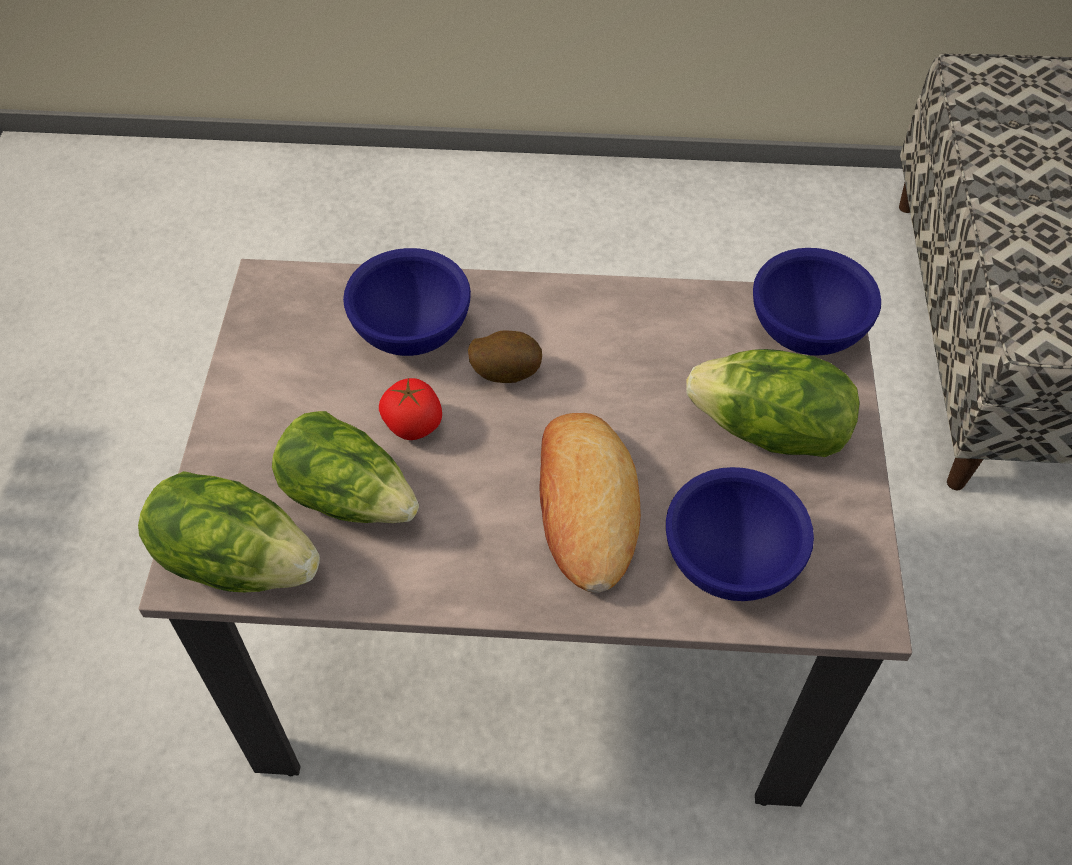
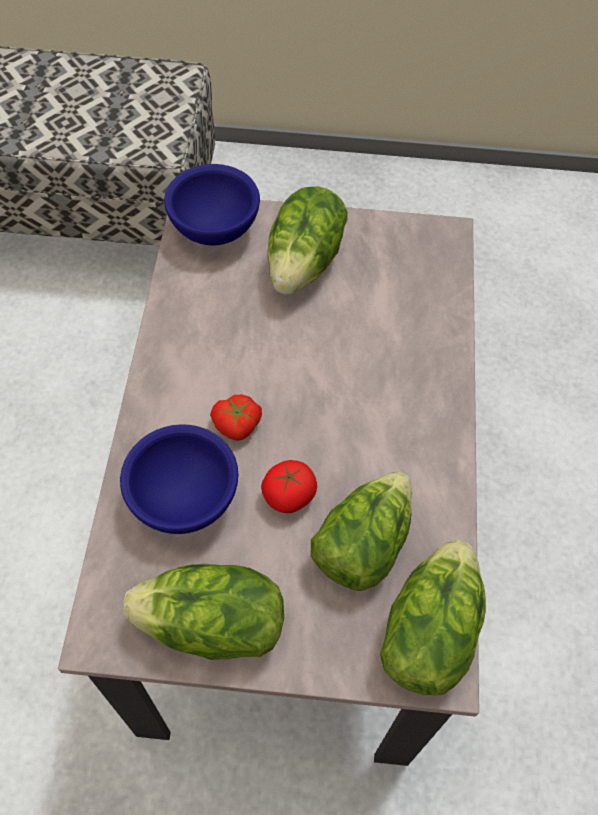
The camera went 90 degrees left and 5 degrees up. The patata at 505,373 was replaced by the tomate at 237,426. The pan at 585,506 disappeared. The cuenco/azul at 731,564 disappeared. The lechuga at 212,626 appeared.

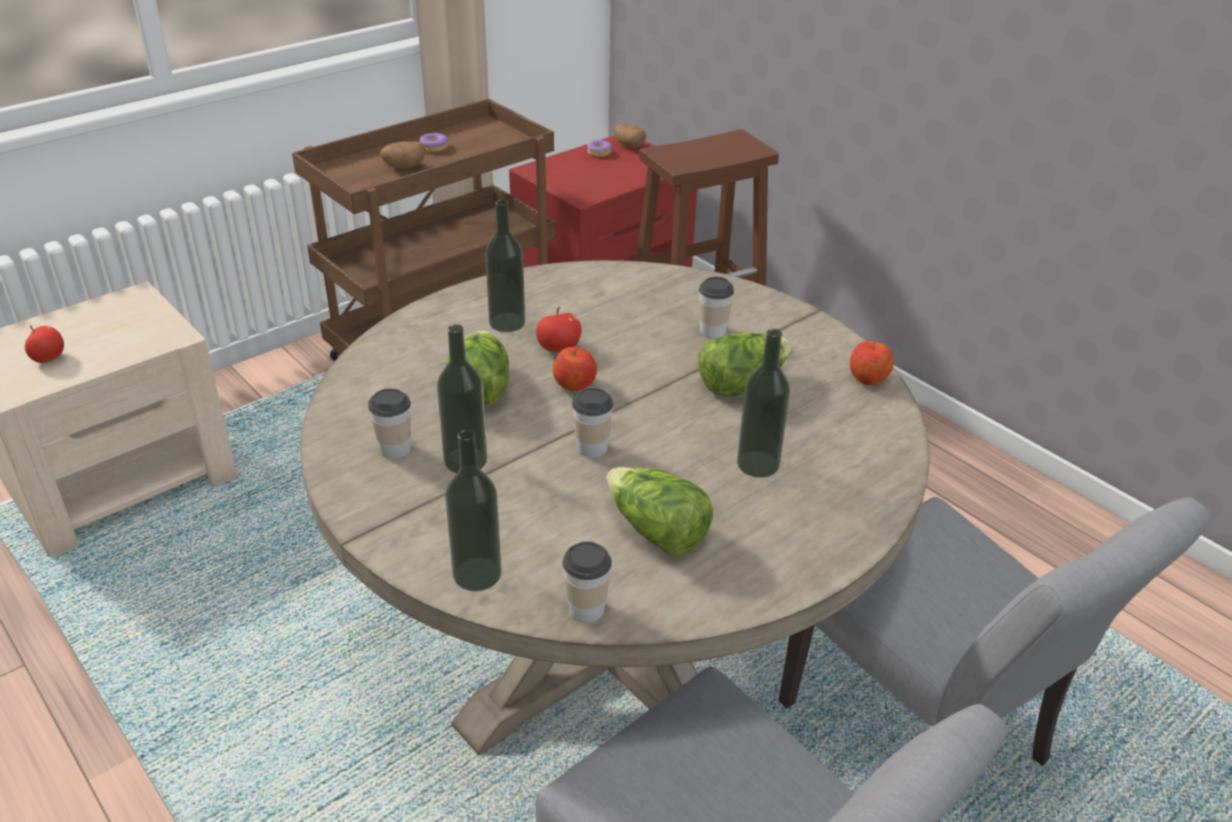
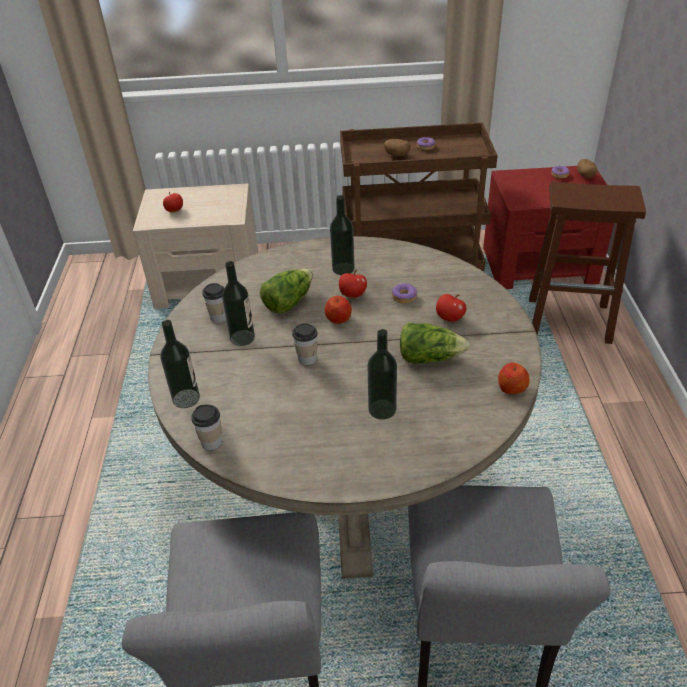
The camera went 40 degrees right and 5 degrees up. The lechuga at 656,531 disappeared. The taza at 712,331 was replaced by the manzana at 449,318. The rosquilla at 404,297 appeared.

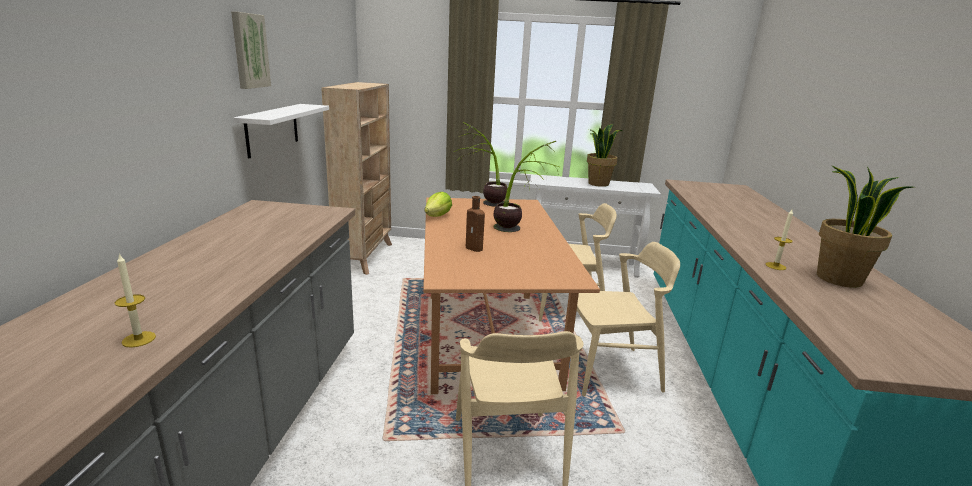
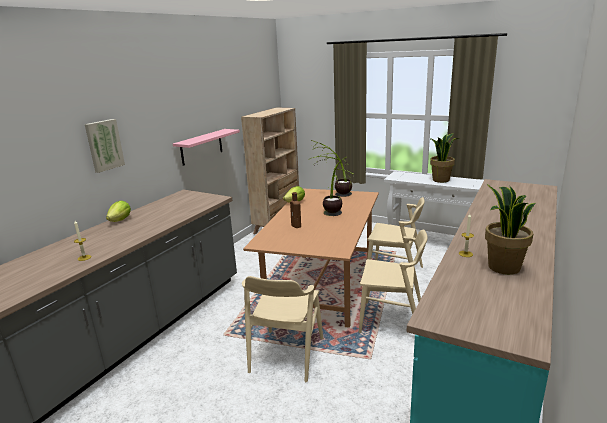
The camera went 25 degrees right and 0 degrees up. The cuadro moved from 249,51 to 104,145. The estante/blanco at 272,129 became the estante/rosa at 201,147. The lechuga at 120,220 appeared.

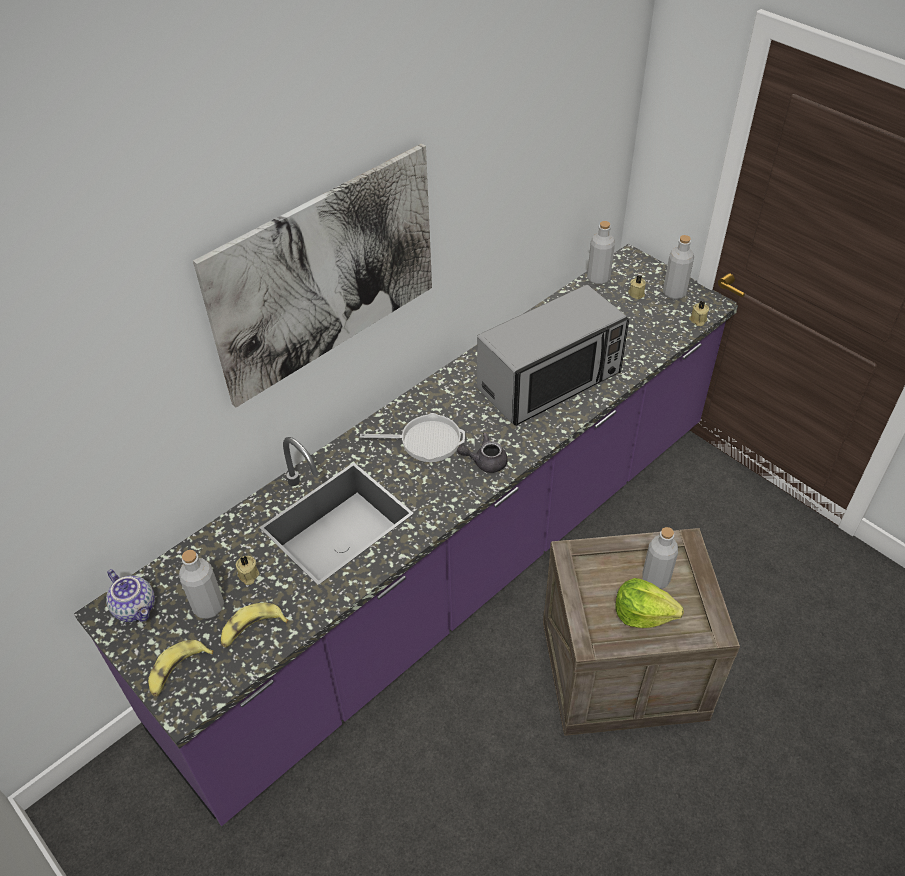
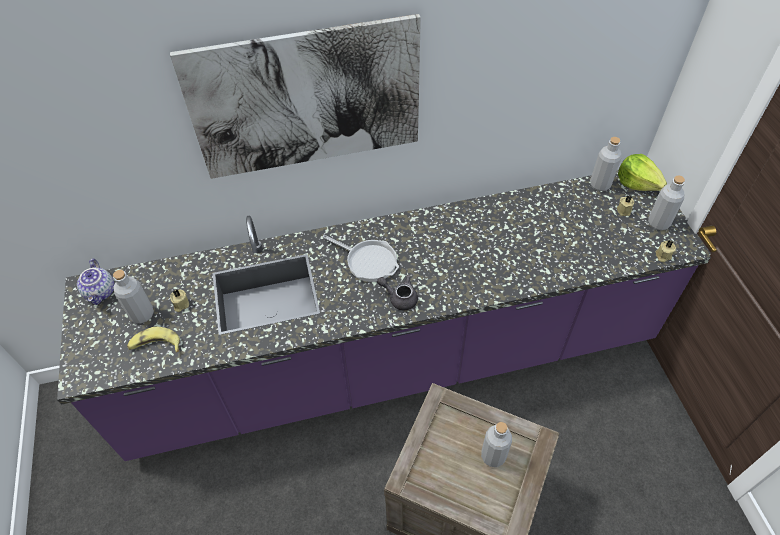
The camera went 30 degrees right and 5 degrees up. The plátano at 178,671 disappeared. The microondas at 550,381 disappeared. The lechuga moved from 643,613 to 637,183.

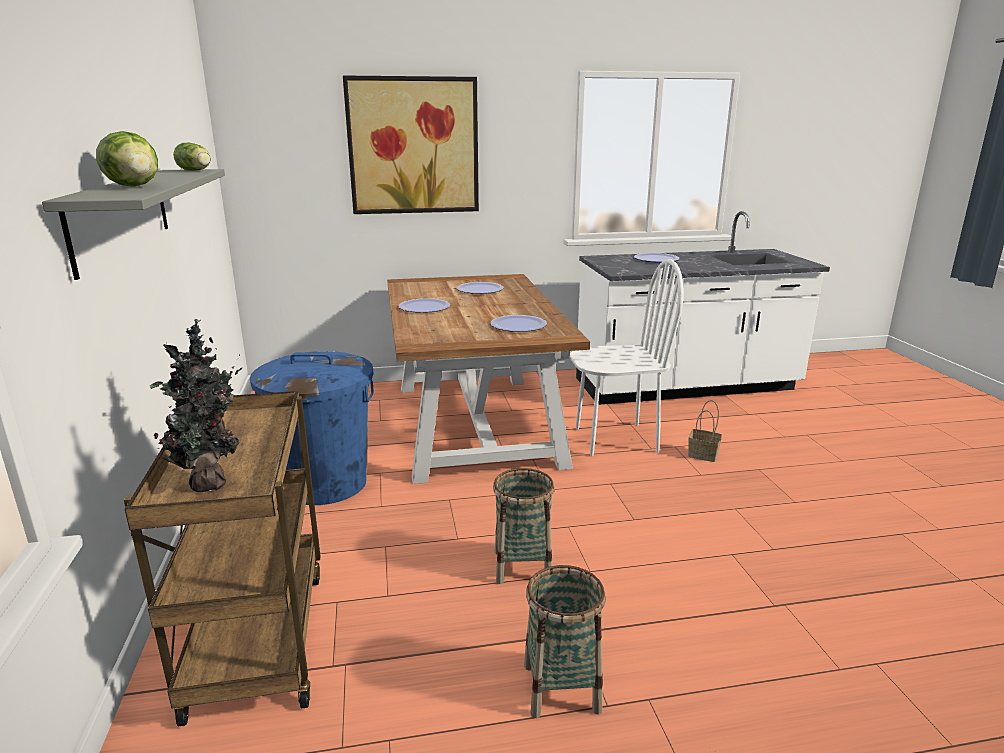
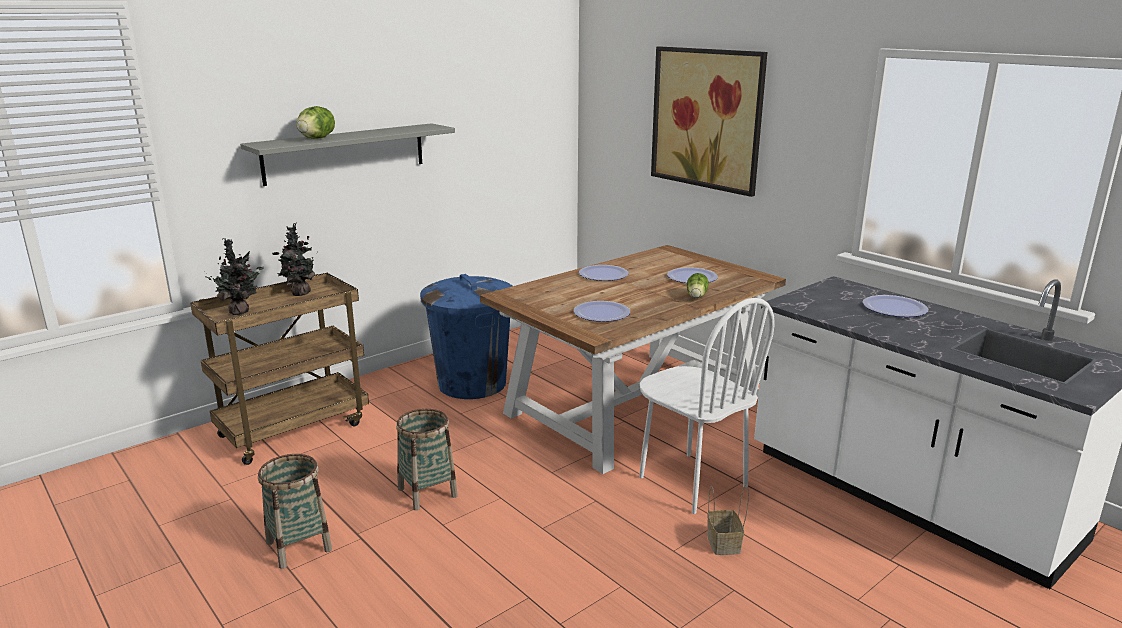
The camera went 60 degrees right and 0 degrees up. The lechuga moved from 196,171 to 696,296.

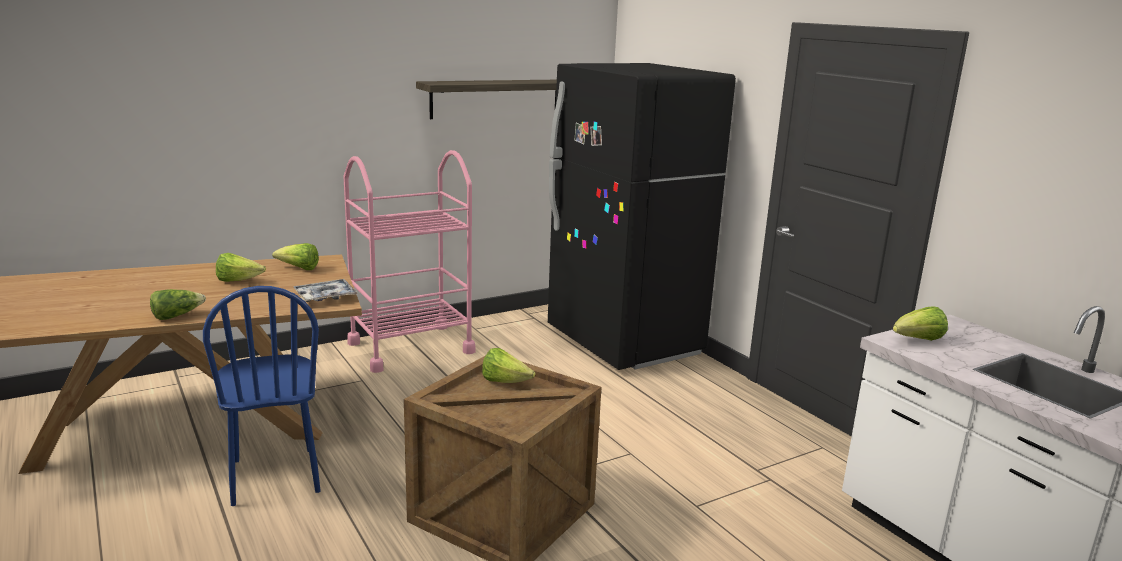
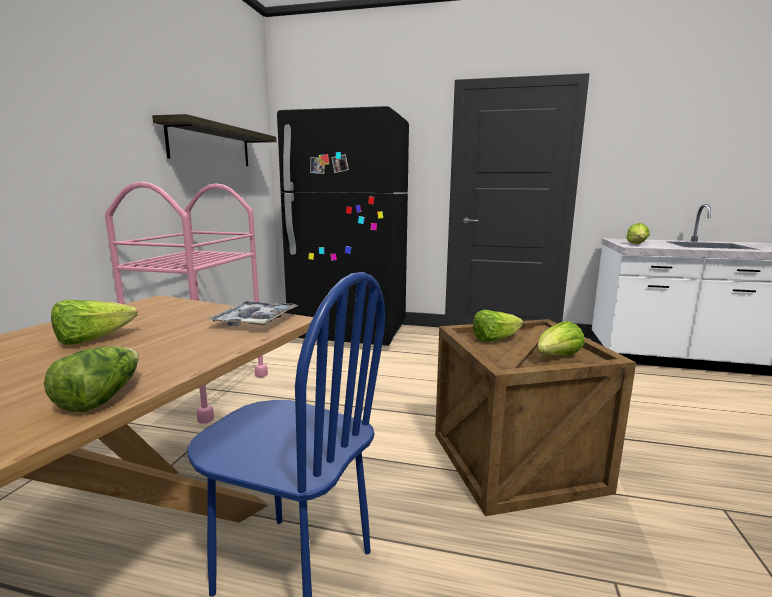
The camera went 45 degrees left and 5 degrees down. The lechuga moved from 299,269 to 557,357.

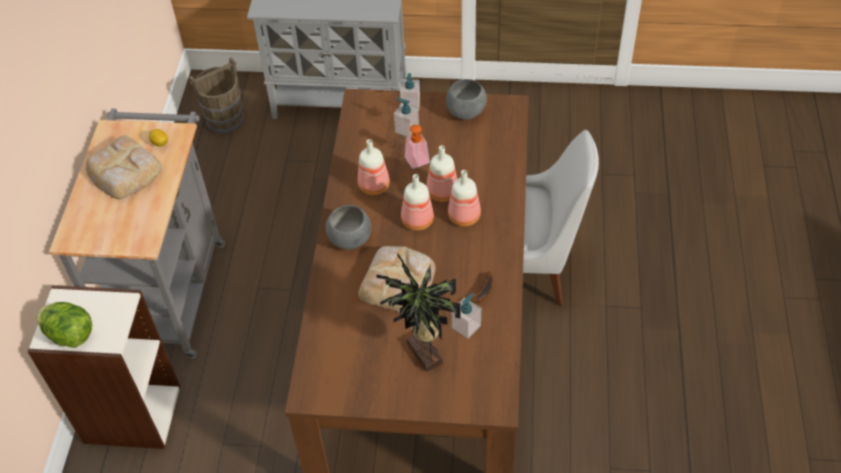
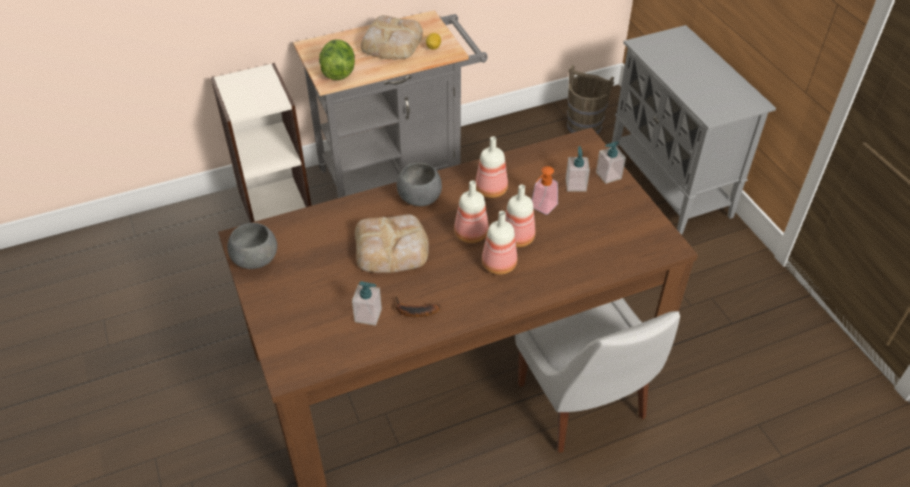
The camera went 60 degrees right and 5 degrees down. The lechuga moved from 70,335 to 338,73. The planta en maceta at 423,355 disappeared. The cuenco/gris moved from 466,112 to 255,261.

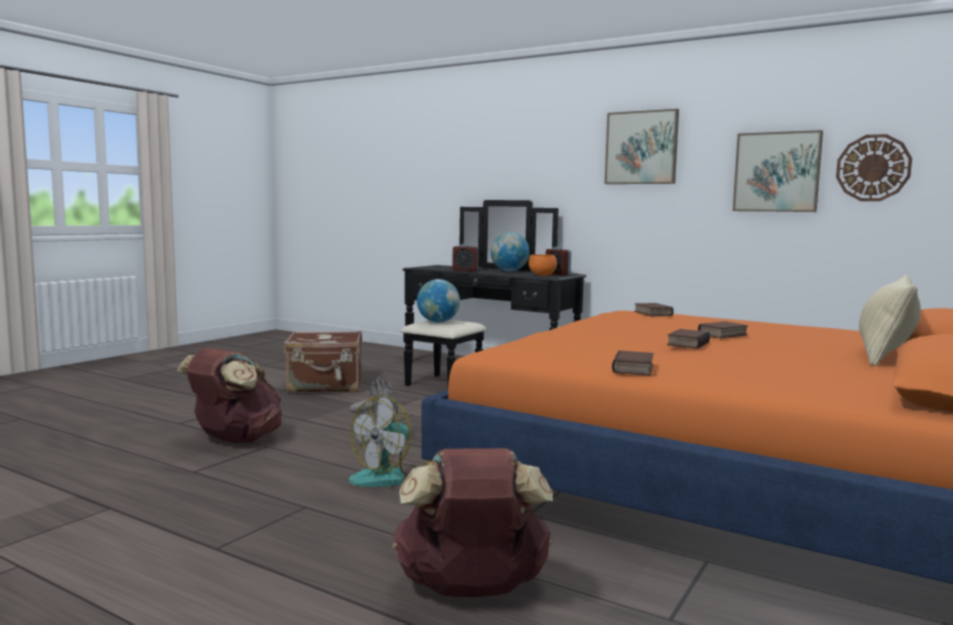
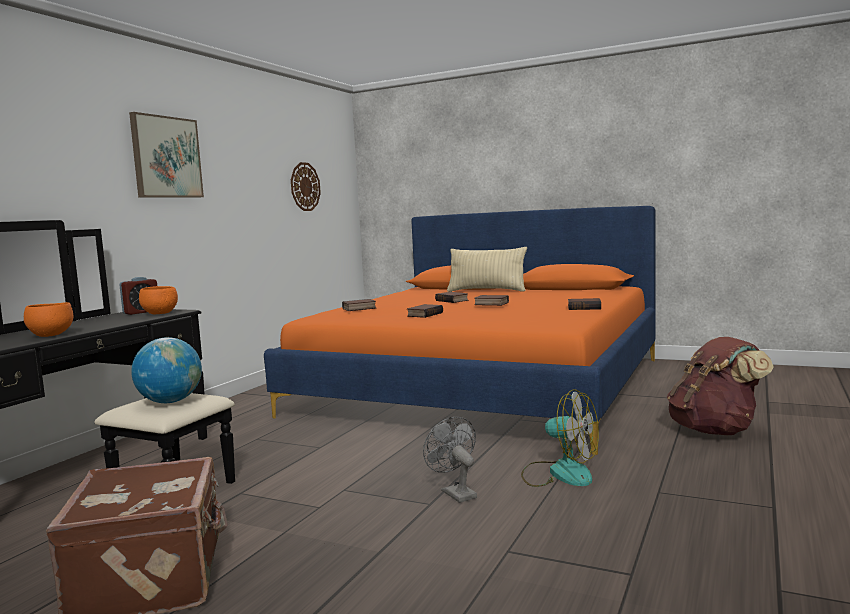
The camera went 95 degrees left and 0 degrees up. The mochila/marrón at 235,440 disappeared. The despertador at 465,270 was replaced by the cuenco/naranja at 51,335. The globo terráqueo at 509,271 disappeared. The cuadro at 776,172 disappeared. The libro at 424,314 appeared.

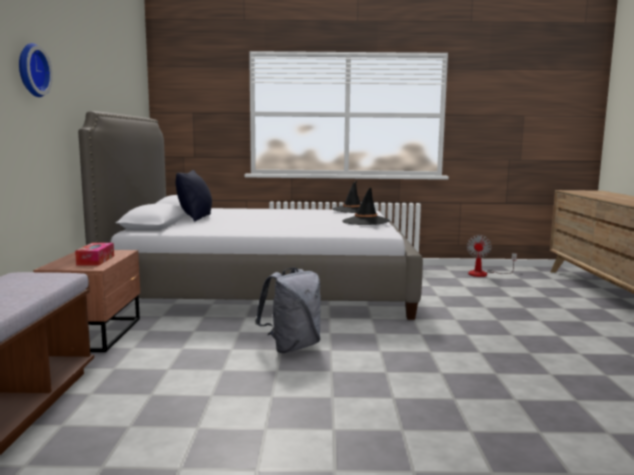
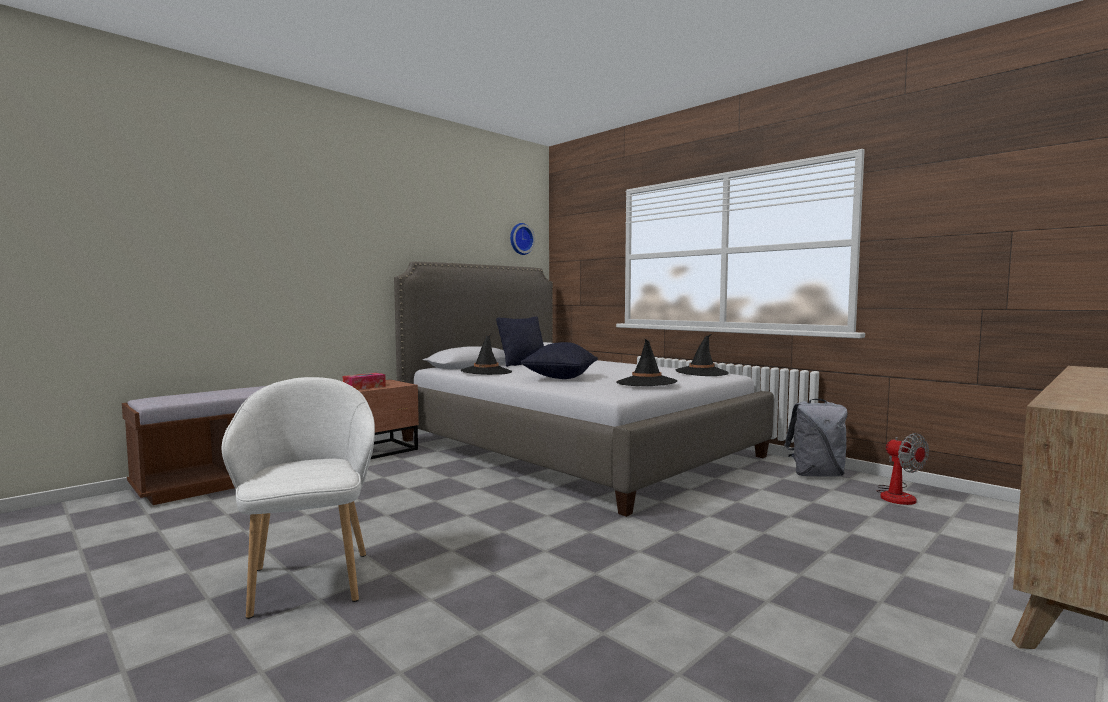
The camera went 45 degrees right and 5 degrees down. The reloj de pared moved from 31,70 to 520,239. The mochila/gris moved from 292,347 to 816,474. The ventilador at 484,274 turned 90 degrees counterclockwise. The sillón/blanco at 309,580 appeared. The sombrero/negro at 486,372 appeared. The cojín/negro at 560,378 appeared.

